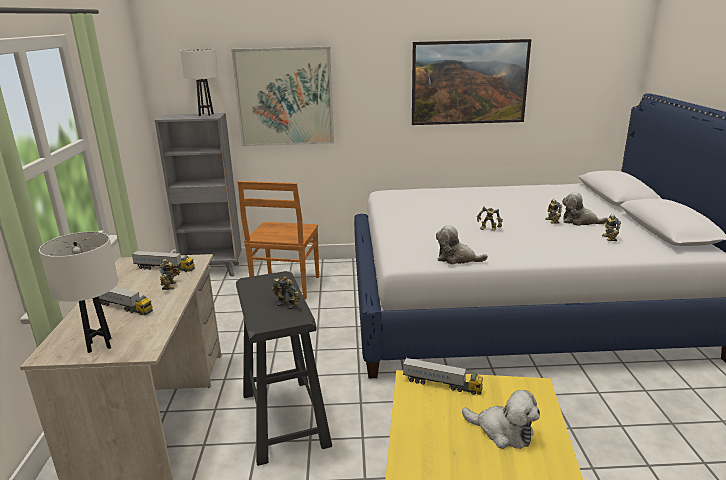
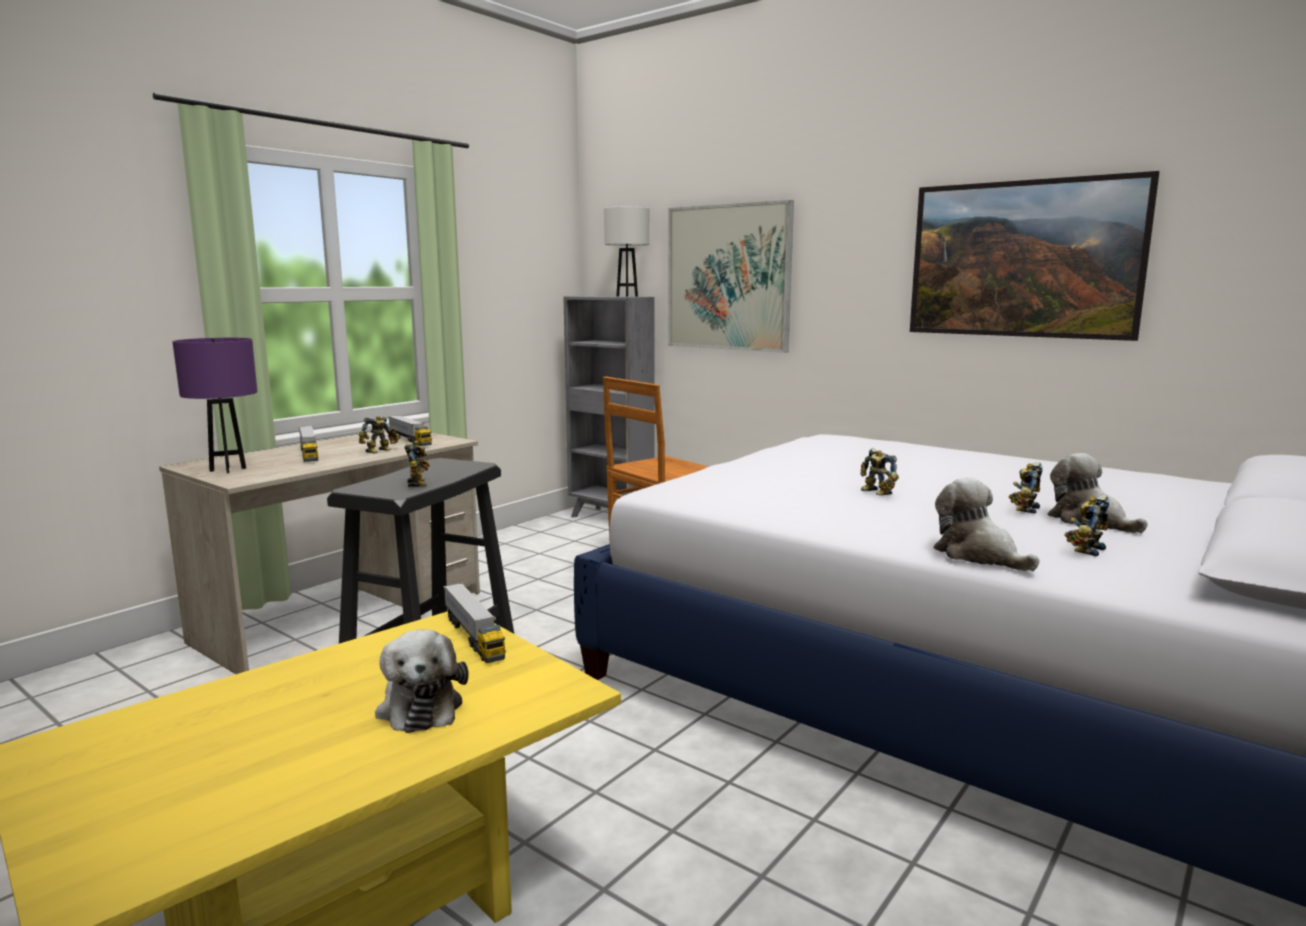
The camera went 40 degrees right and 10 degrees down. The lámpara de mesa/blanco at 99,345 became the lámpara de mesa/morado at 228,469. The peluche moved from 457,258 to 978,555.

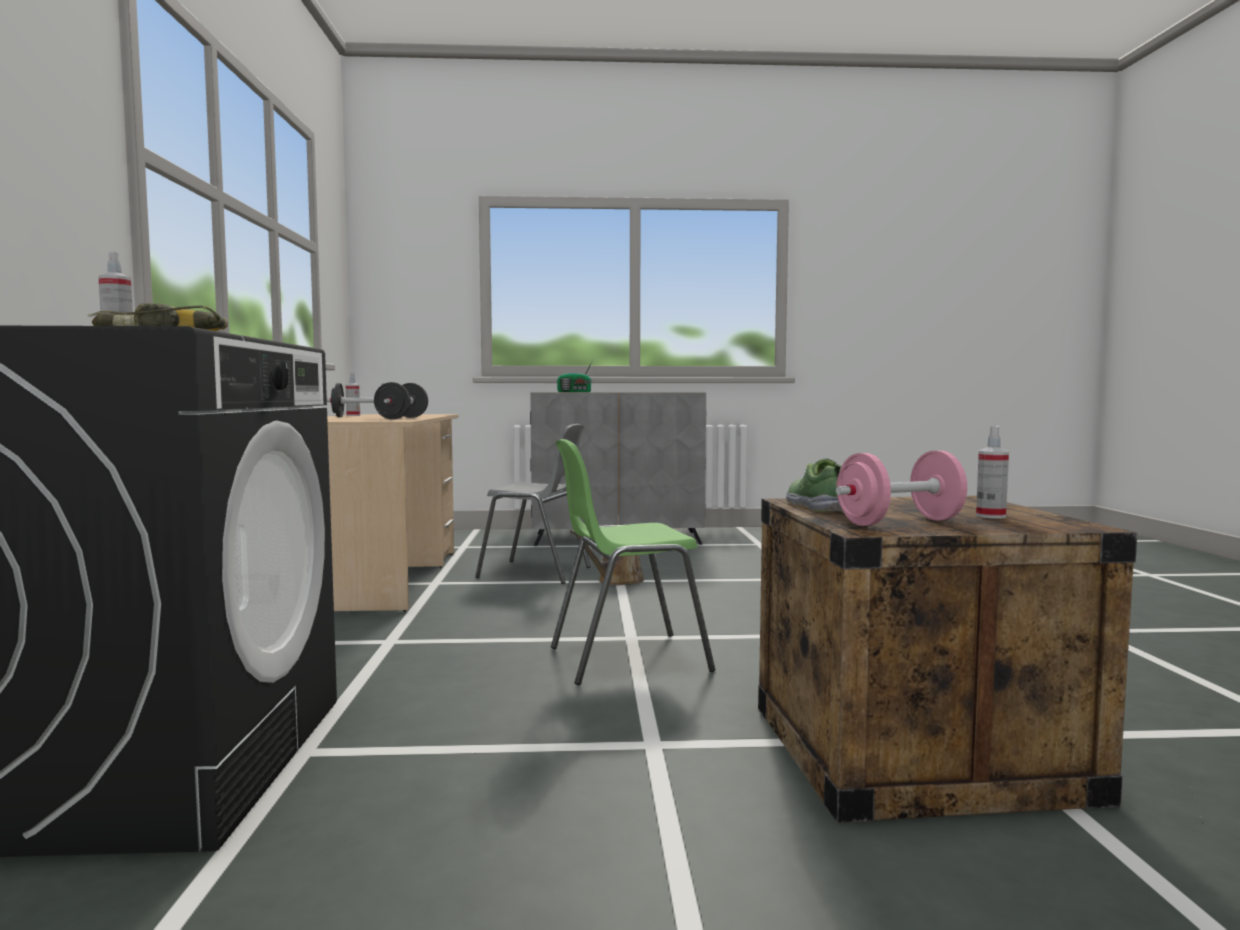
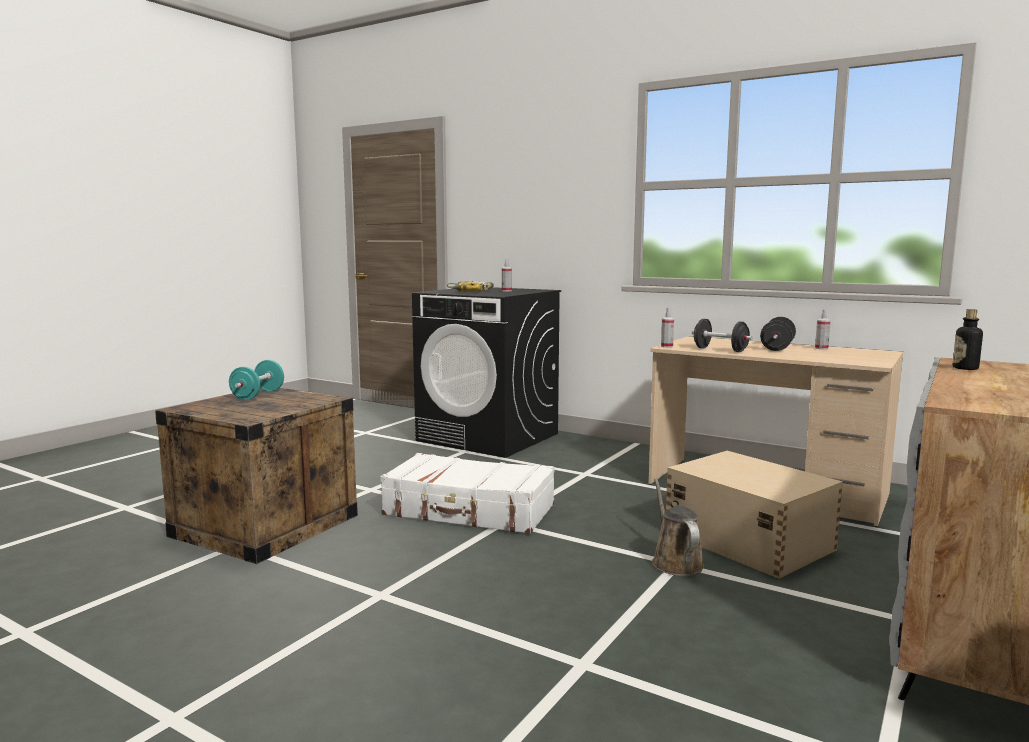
The camera went 125 degrees right and 5 degrees up. The silla/gris at 536,572 was replaced by the caja de almacenaje/beis at 747,540. The silla/verde at 626,658 was replaced by the maleta/blanco at 469,510. The radio at 575,392 was replaced by the botella at 965,368. The zapato at 817,506 disappeared. The mancuerna/rosa at 900,522 became the mancuerna/turquesa at 258,395. The pulverizador moved from 990,516 to 666,346.

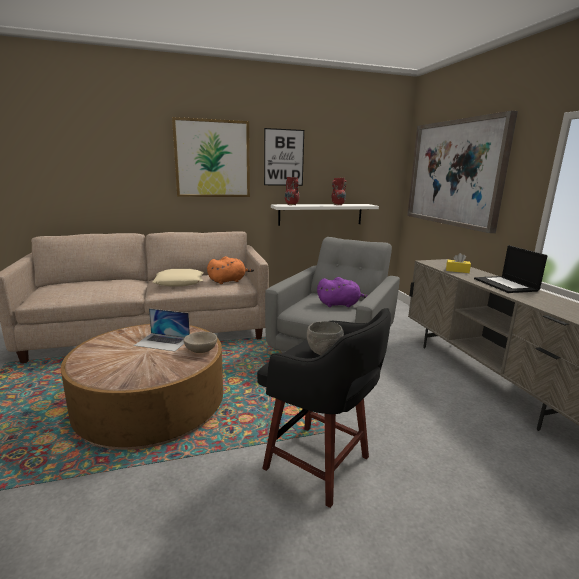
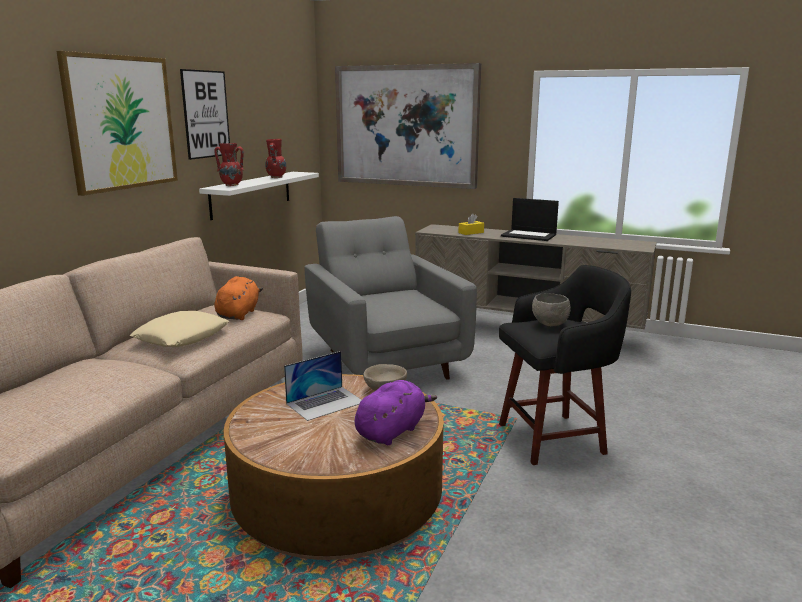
The camera went 50 degrees left and 0 degrees up. The peluche/morado moved from 340,304 to 392,431.

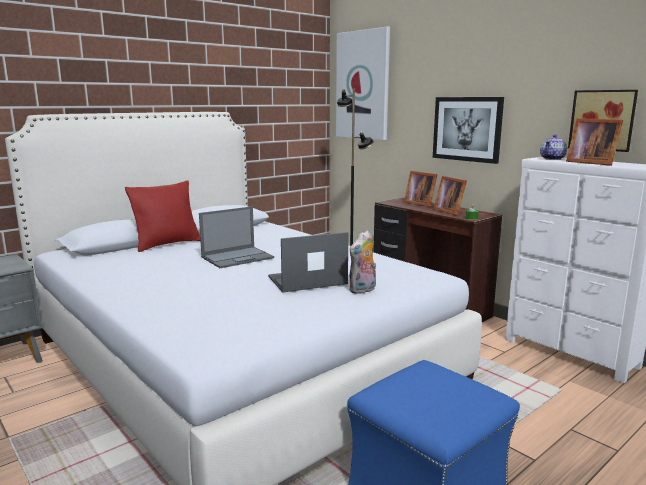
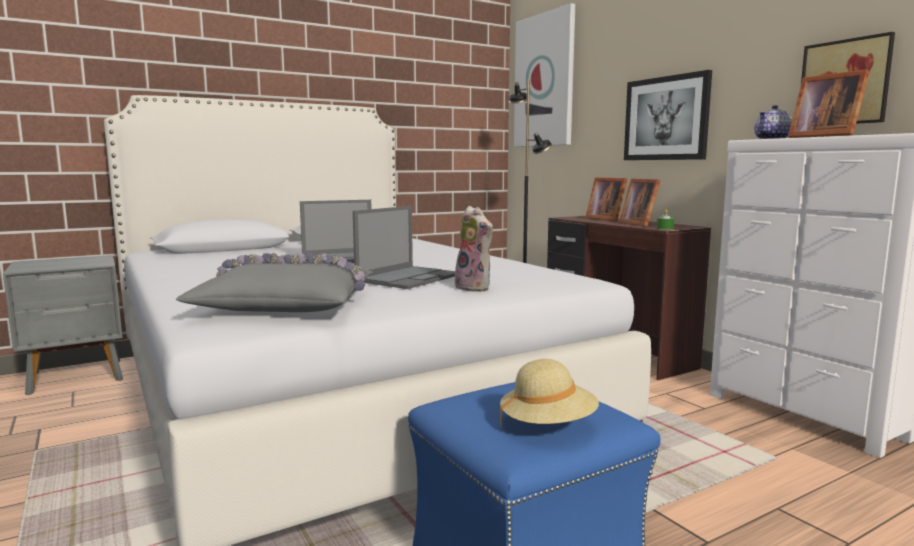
The camera went 10 degrees right and 5 degrees down. The cojín/rojo at 167,244 disappeared. The portátil at 306,280 turned 135 degrees clockwise. The peluche at 363,290 turned 90 degrees counterclockwise. The cojín/gris at 289,304 appeared. The sombrero/beis at 547,425 appeared.

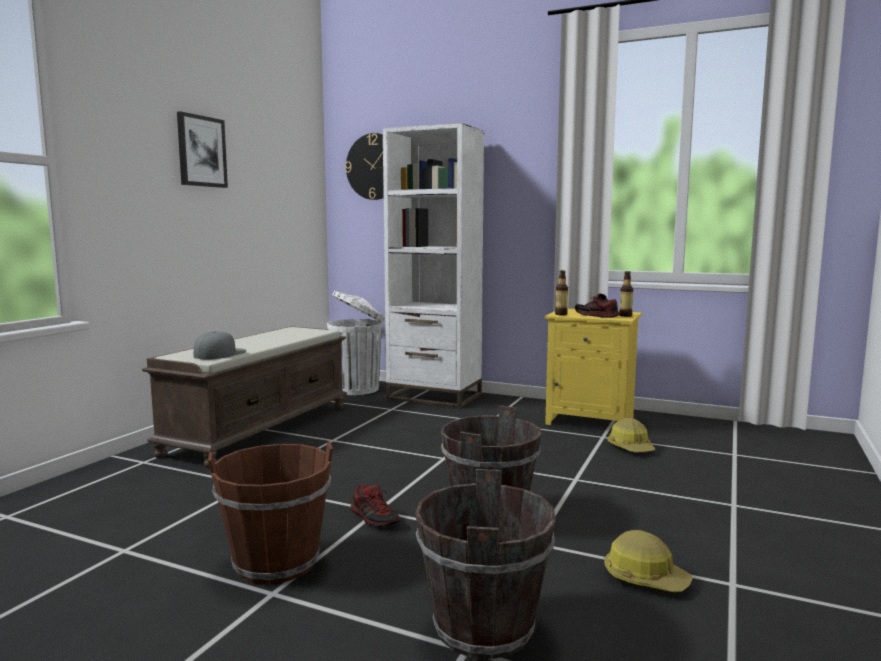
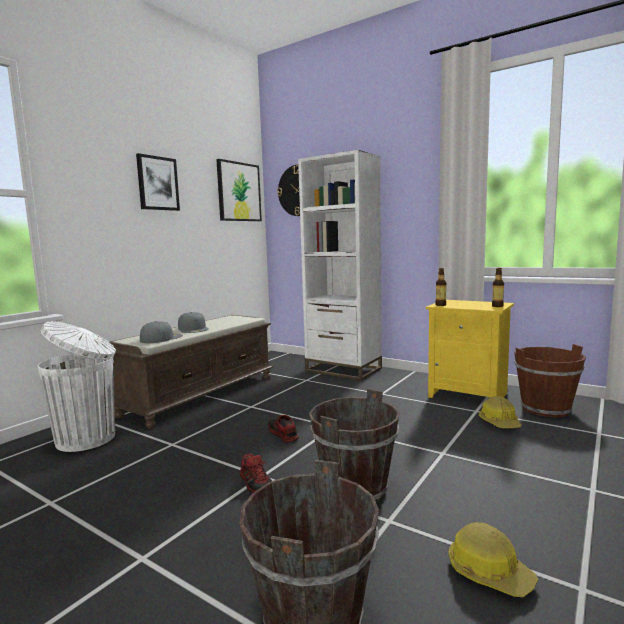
The camera went 10 degrees right and 0 degrees up. The cubo/marrón moved from 276,563 to 545,409. The papelera/blanco moved from 357,389 to 88,438. The zapato moved from 596,315 to 282,434. The gorra/gris at 193,329 appeared. The cuadro at 239,192 appeared.

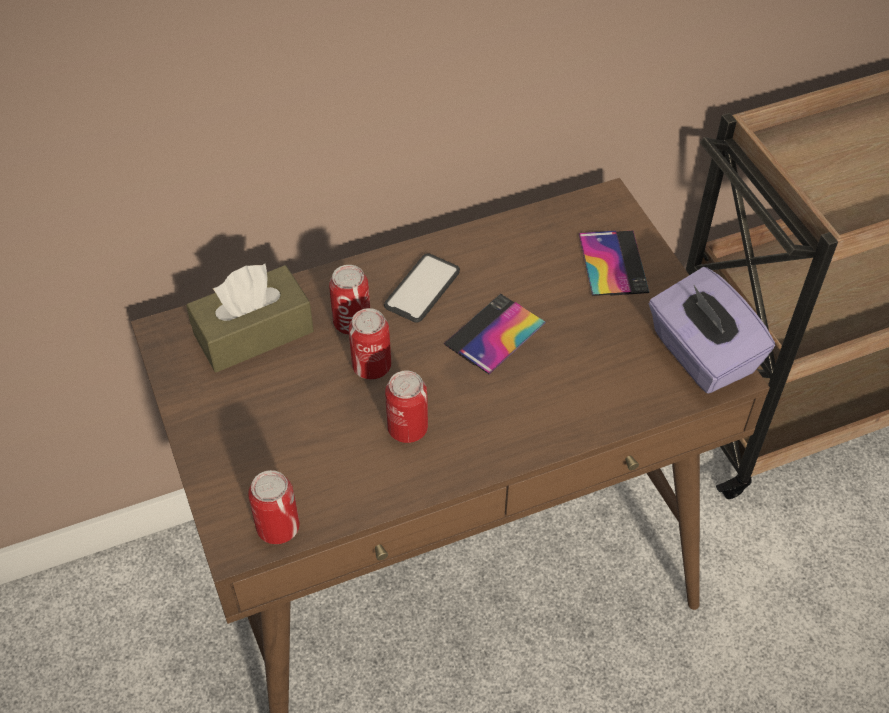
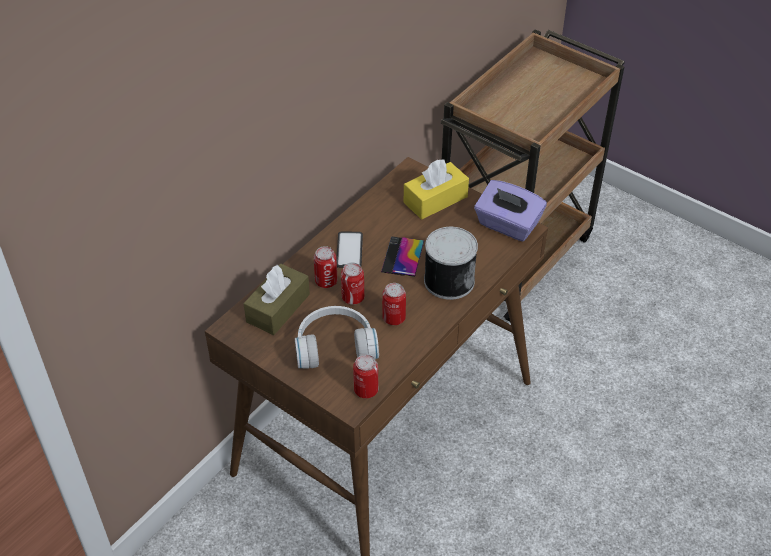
The camera went 30 degrees left and 5 degrees down. The móvil at 613,263 was replaced by the caja de pañuelos/amarillo at 435,199. The auriculares/blanco at 335,345 appeared. The lata at 448,280 appeared.

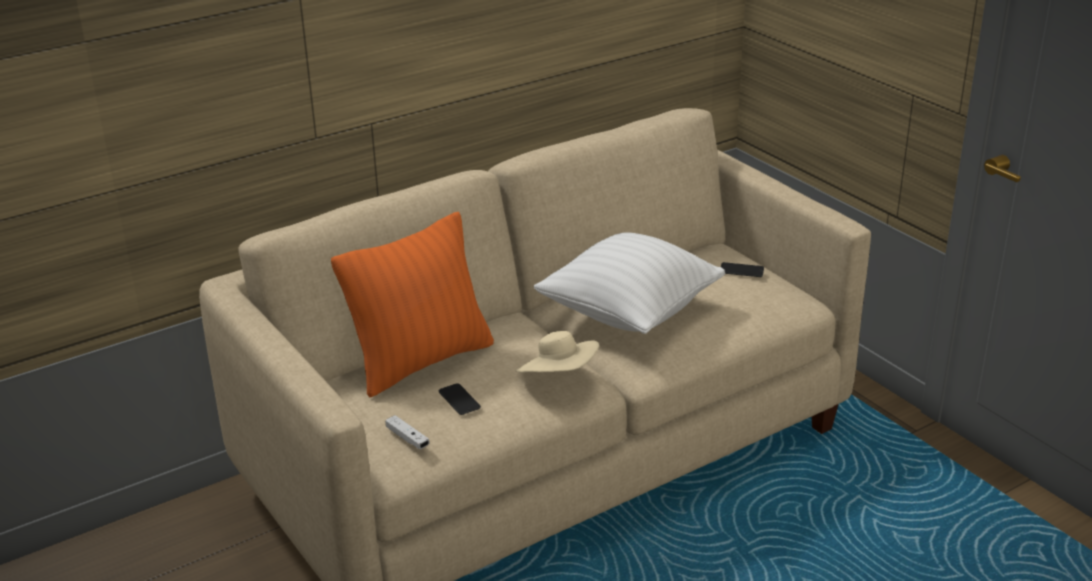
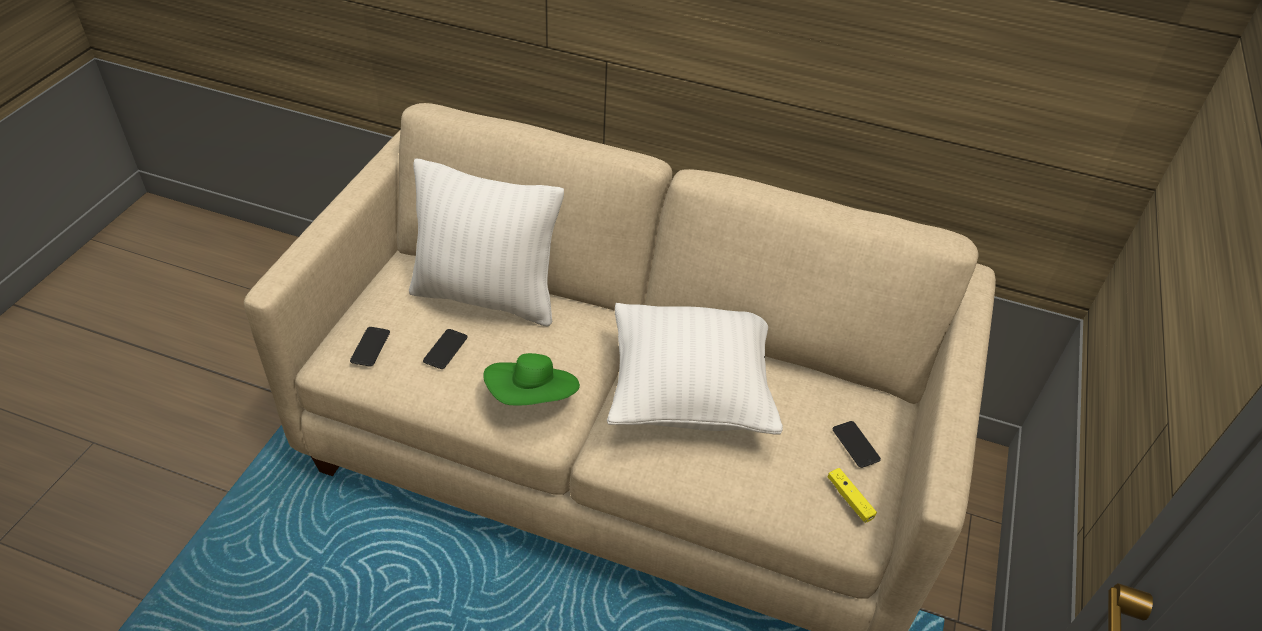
The camera went 50 degrees right and 15 degrees up. The cojín/naranja at 421,362 became the cojín/blanco at 487,296. The mando de consola/blanco at 407,438 was replaced by the móvil at 370,347. The sombrero/beis at 559,377 became the sombrero/verde at 533,397. The mando de consola/amarillo at 849,499 appeared.

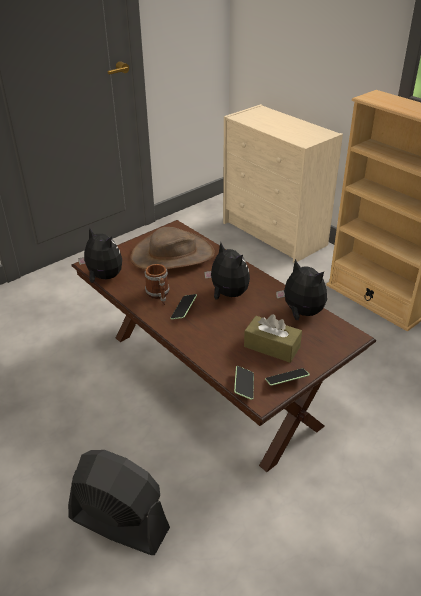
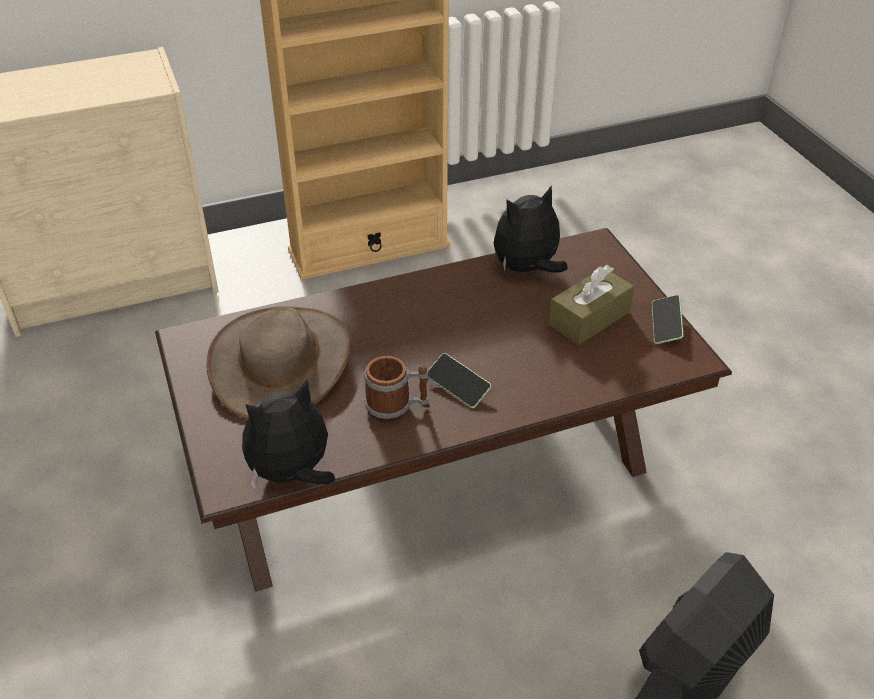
The camera went 70 degrees left and 5 degrees up. The peluche at 227,294 disappeared. The móvil at 244,386 disappeared.

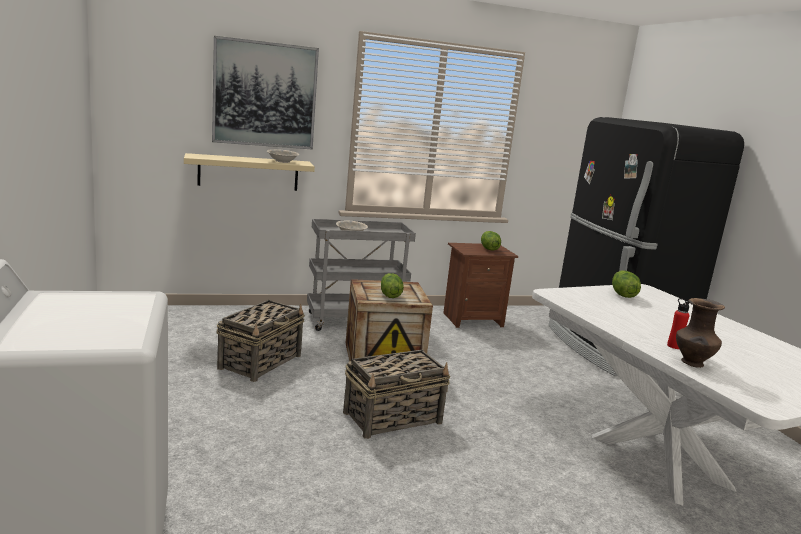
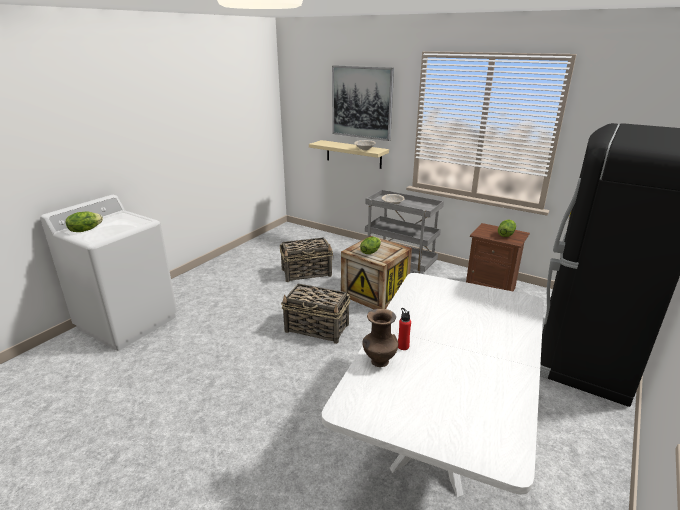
The camera went 50 degrees right and 10 degrees up. The lechuga moved from 622,295 to 85,230.

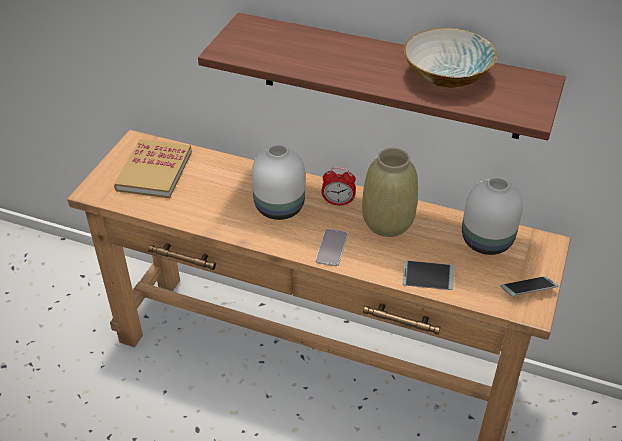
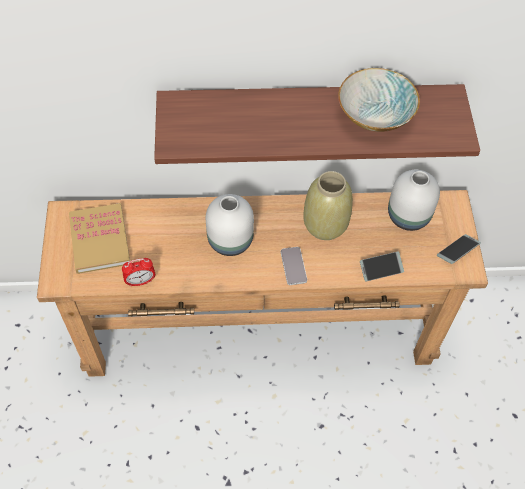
The camera went 25 degrees left and 15 degrees up. The despertador moved from 338,202 to 140,281.

